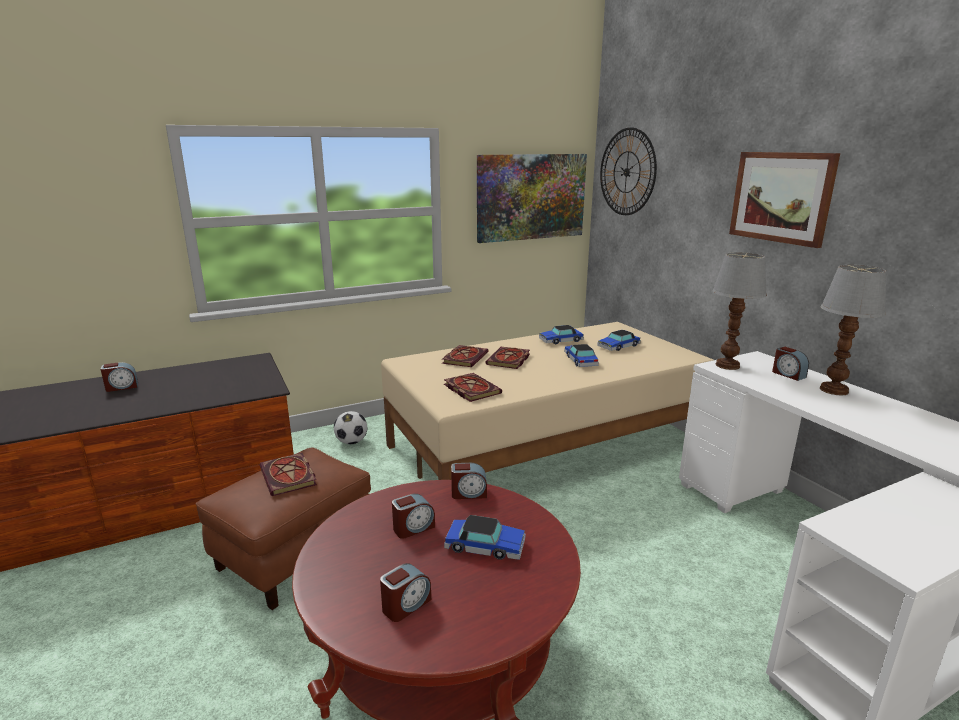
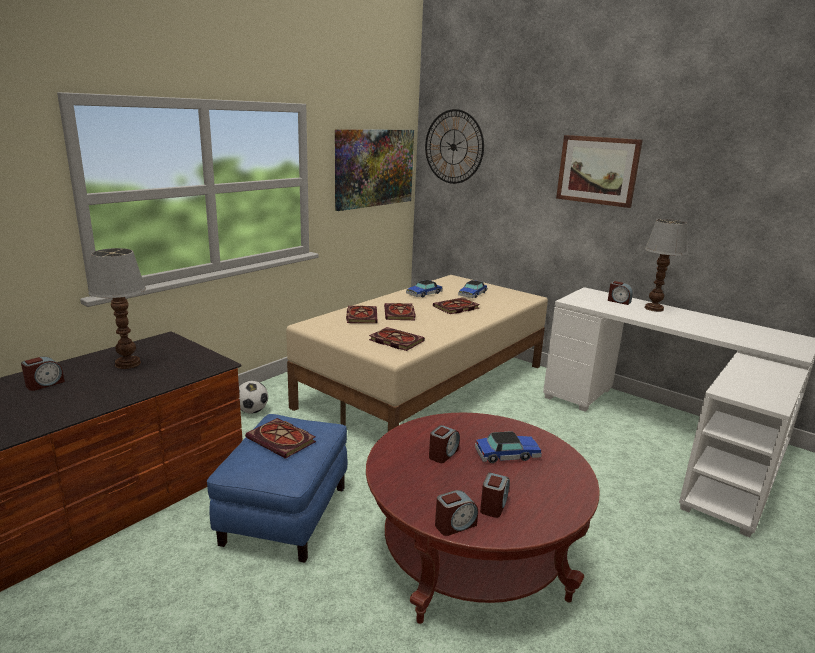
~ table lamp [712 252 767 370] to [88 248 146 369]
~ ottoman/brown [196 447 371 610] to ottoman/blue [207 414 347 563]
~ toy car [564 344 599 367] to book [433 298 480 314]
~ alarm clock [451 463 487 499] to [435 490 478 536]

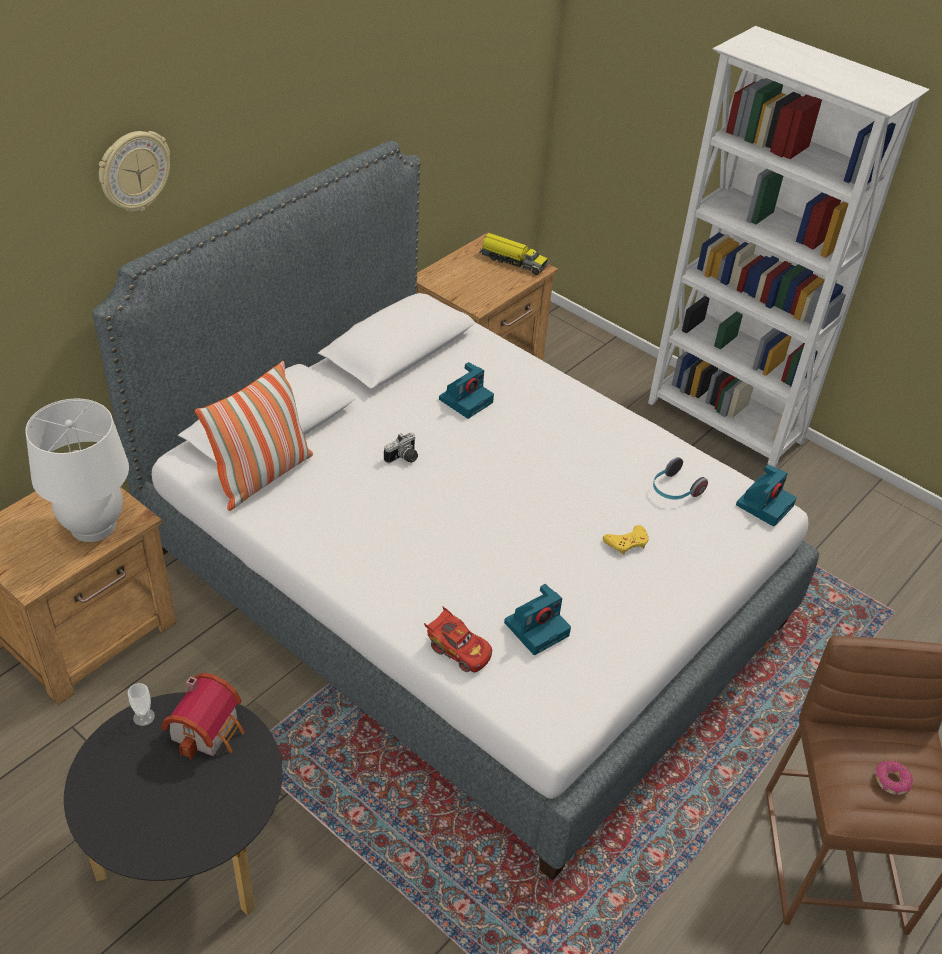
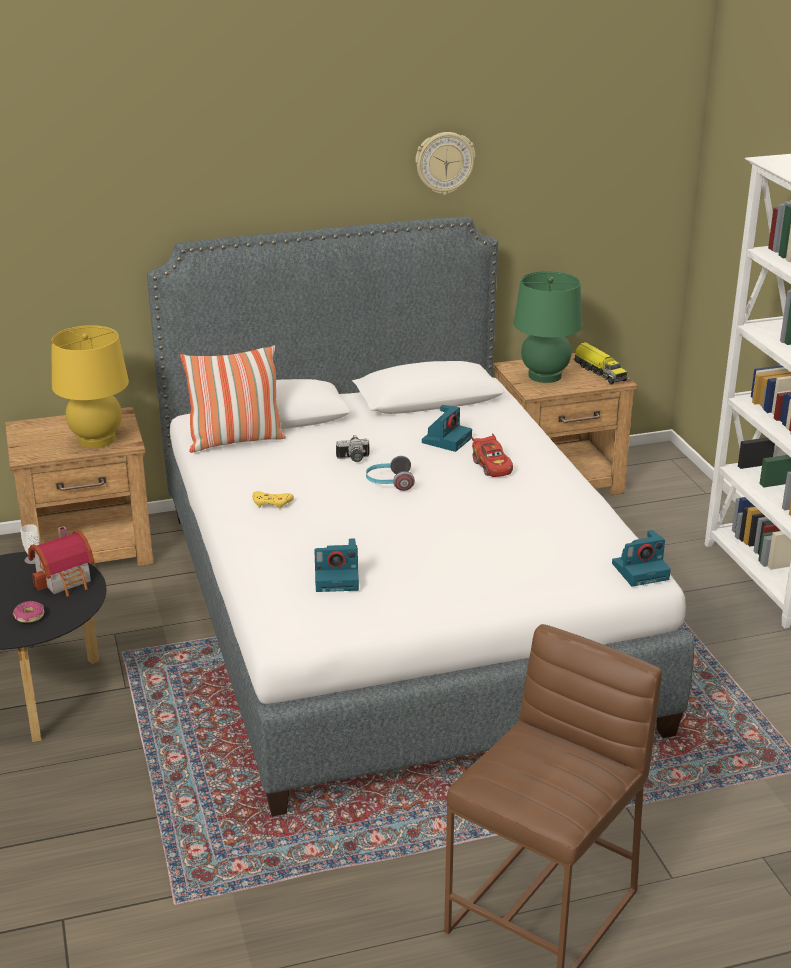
~ donut [875 761 913 795] to [13 601 44 623]
~ table lamp/white [25 399 129 542] to table lamp/yellow [51 325 129 448]
~ game controller/yellow [603 525 648 555] to [252 491 294 510]
~ headphones [653 457 708 500] to [366 456 415 491]
~ wall clock [99 131 170 212] to [415 132 475 195]
~ photo camera [439 362 494 419] = [422 405 472 452] 45 degrees counterclockwise
~ toy car/red [424 606 492 673] to [472 433 513 477]
+ table lamp/green [514 271 582 383]

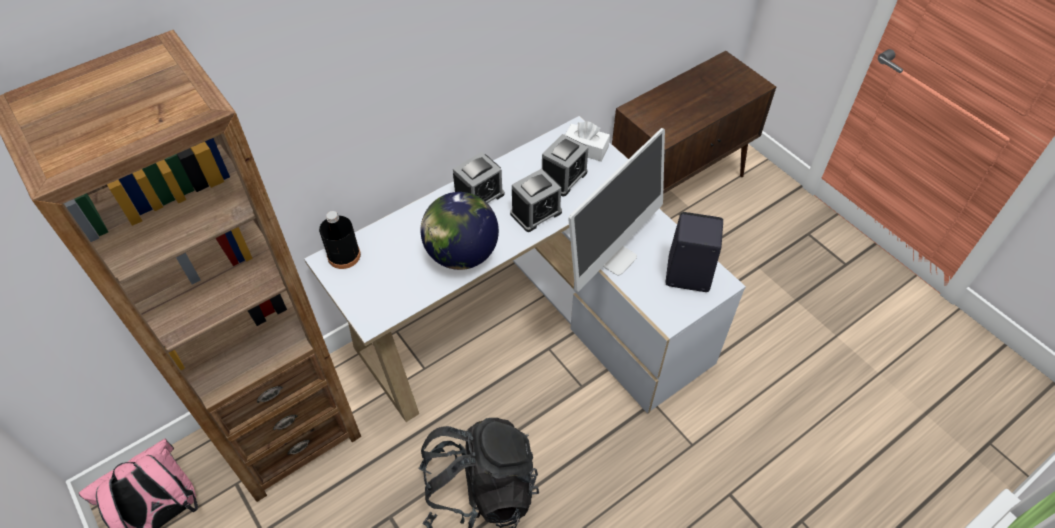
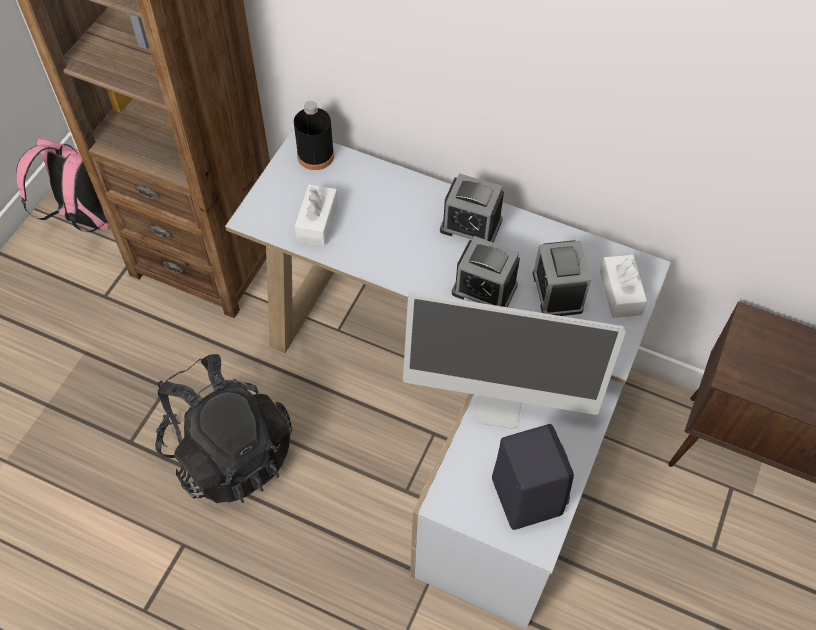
+ tissue box/white [295 184 338 246]
~ alarm clock [542 134 589 196] = [533 240 591 316] 75 degrees clockwise
- globe [421 192 499 270]

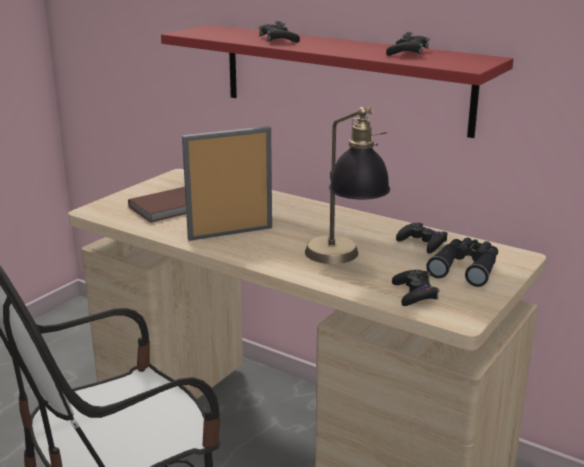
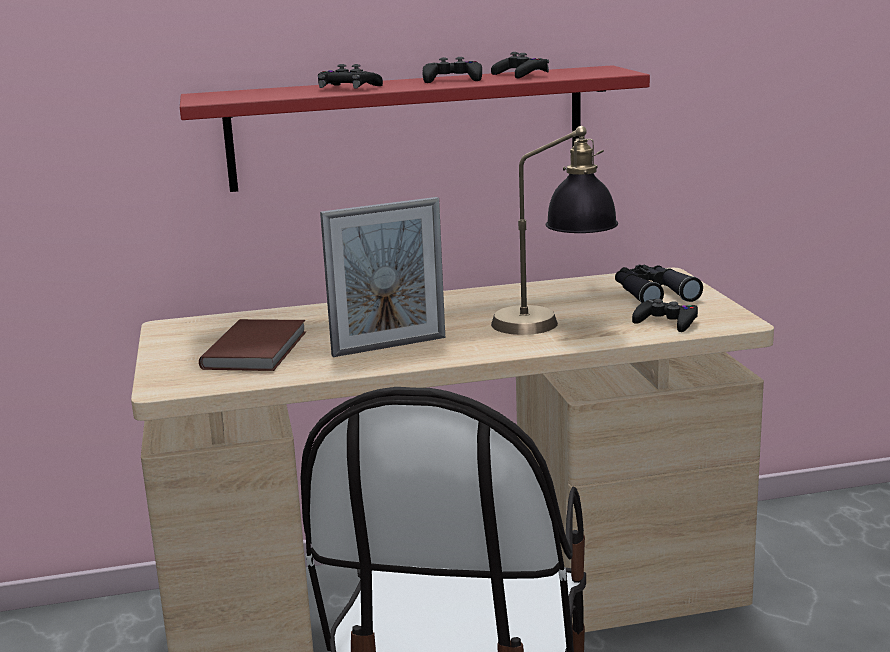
~ picture frame [182 126 272 241] = [320 197 445 357] 135 degrees counterclockwise
~ game controller/black [396 223 448 254] to [423 57 482 83]

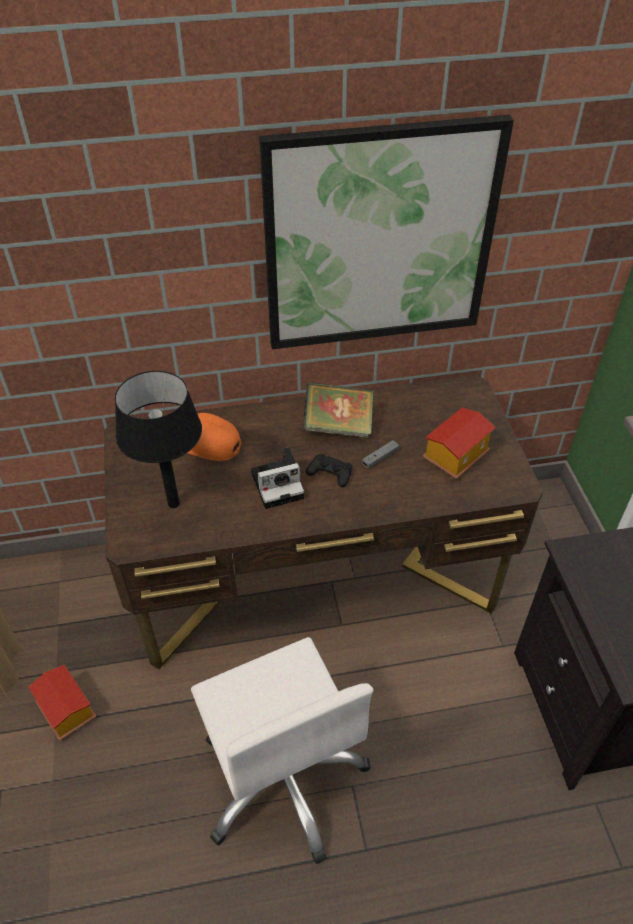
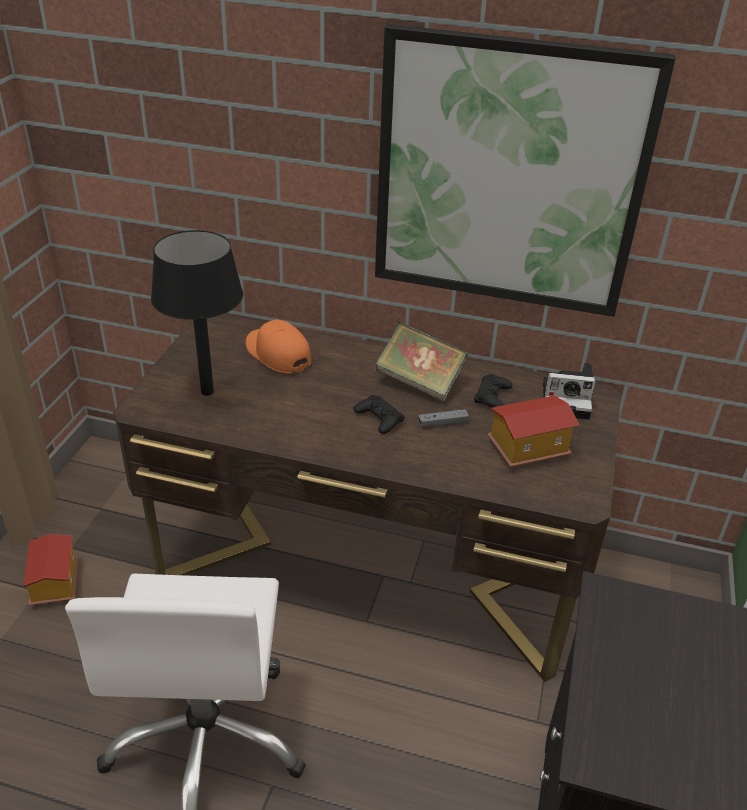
+ game controller/black [474 374 512 408]
~ photo camera [251 447 304 509] to [543 363 596 420]

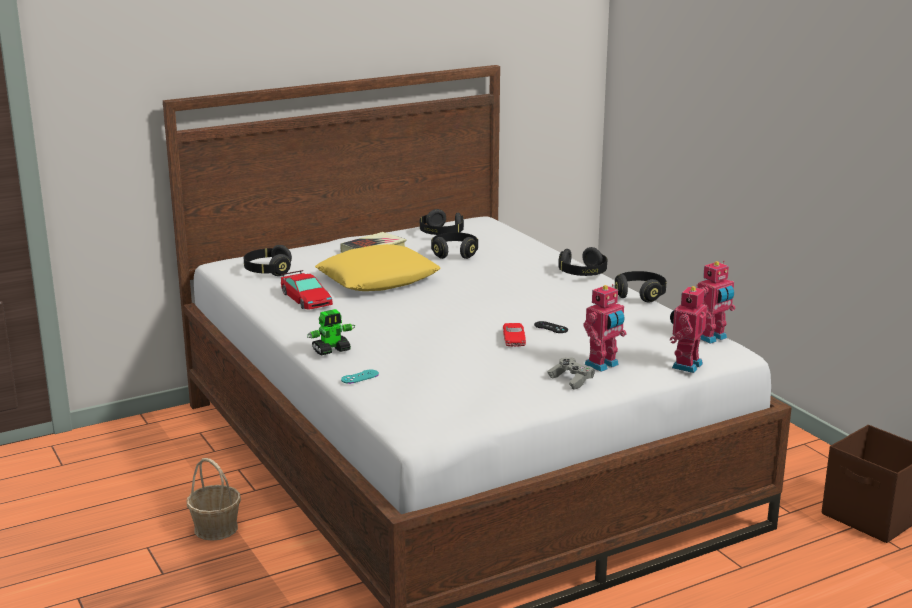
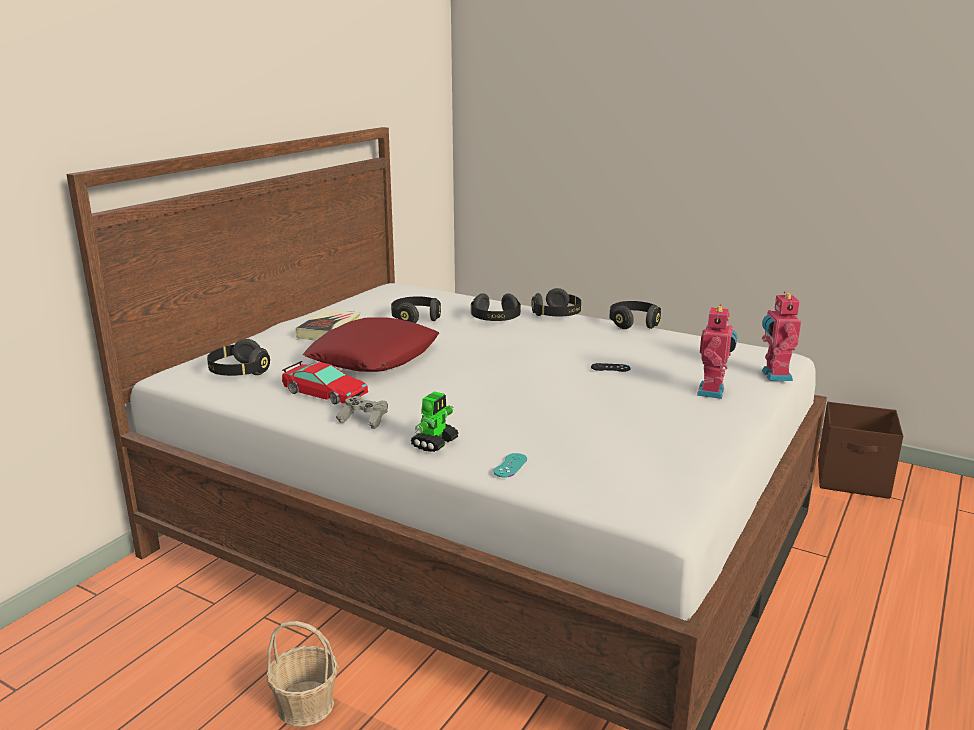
~ pillow/yellow [315 244 441 291] to pillow/red [303 317 439 372]
~ game controller/grey [547 358 595 390] to [336 396 388 429]
~ headphones/black [420 209 464 235] to [471 293 521 321]
- toy car/red [503 323 526 346]
- toy robot [698 261 735 344]

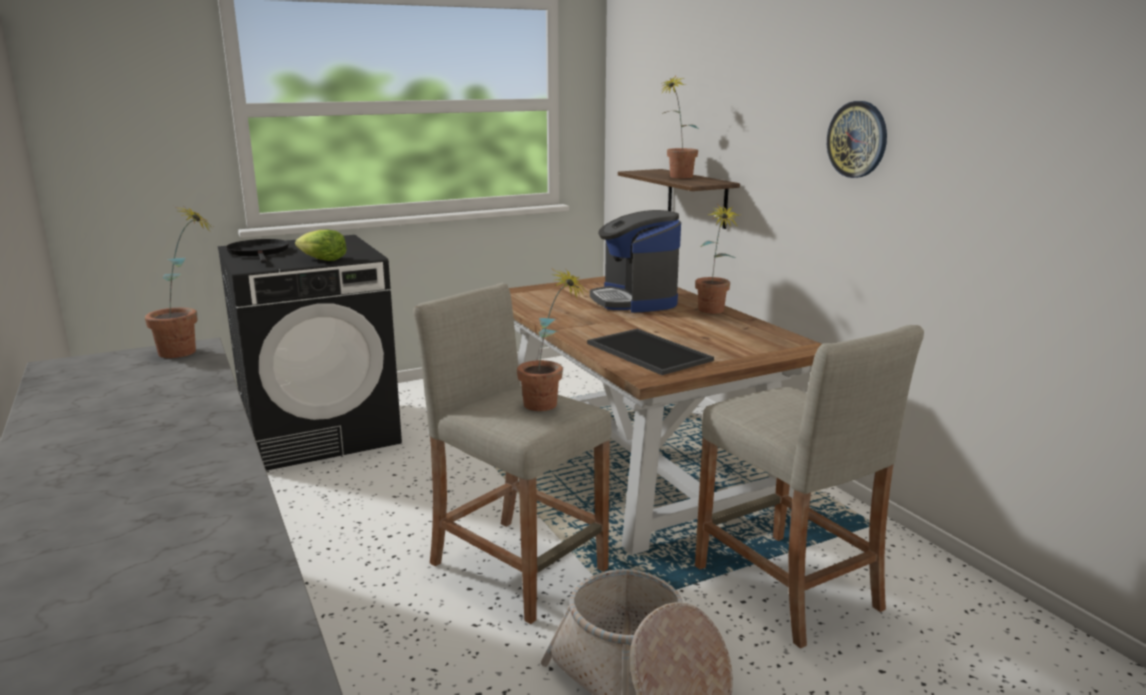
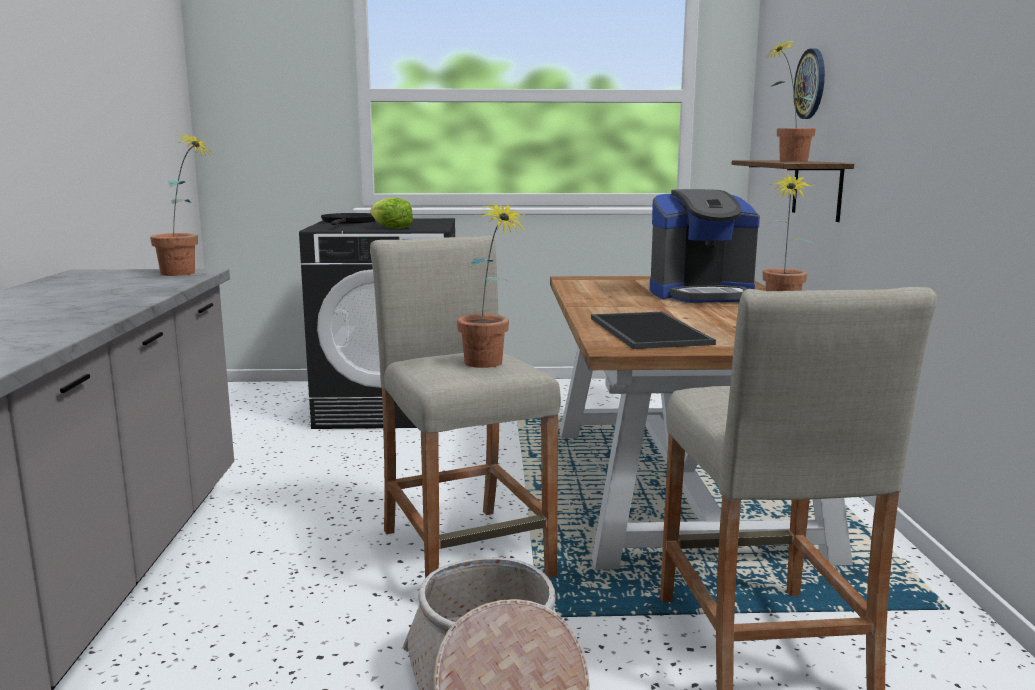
~ coffee machine [590 210 681 313] = [650 189 760 303] 105 degrees counterclockwise
~ wall clock [827 101 887 178] to [793 48 825 119]

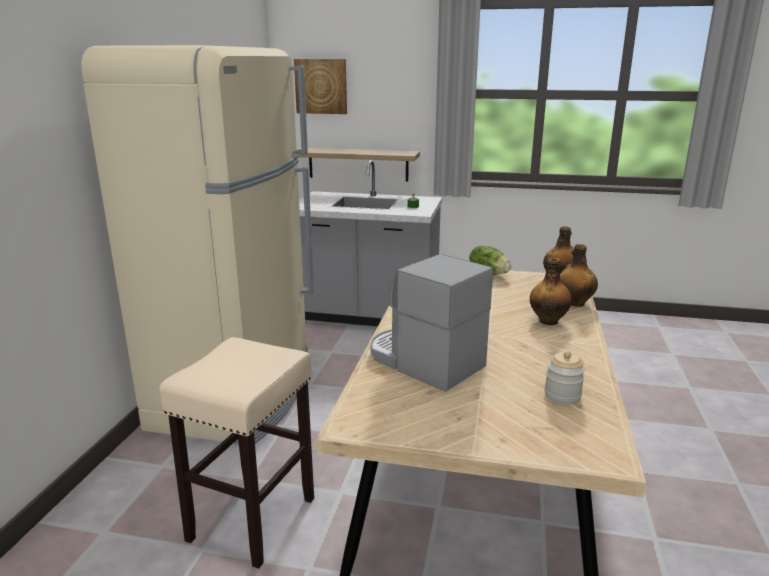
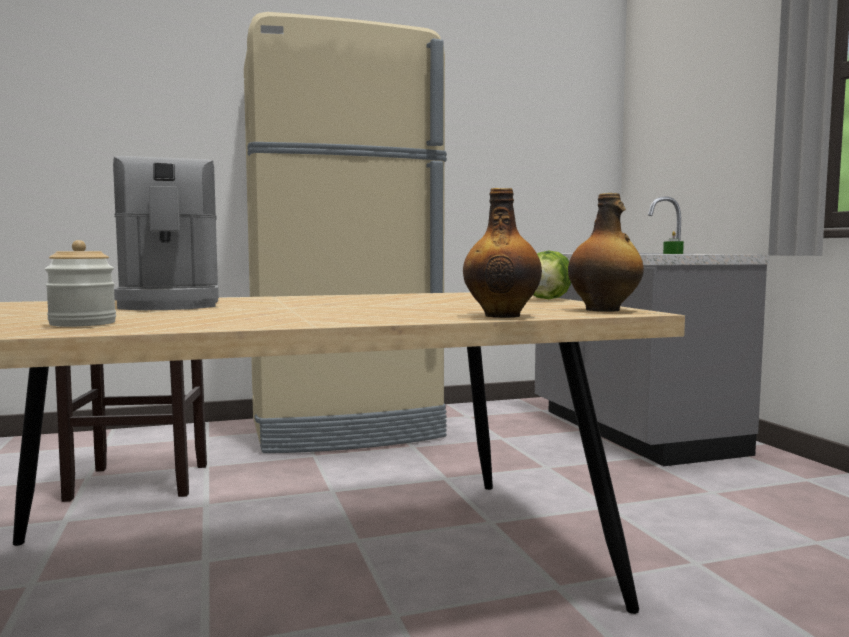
~ coffee machine [371 254 493 392] = [113 156 219 310] 150 degrees clockwise
- picture [294 59 347 114]
- shelf [296 148 420 182]
- bottle [530 258 572 325]

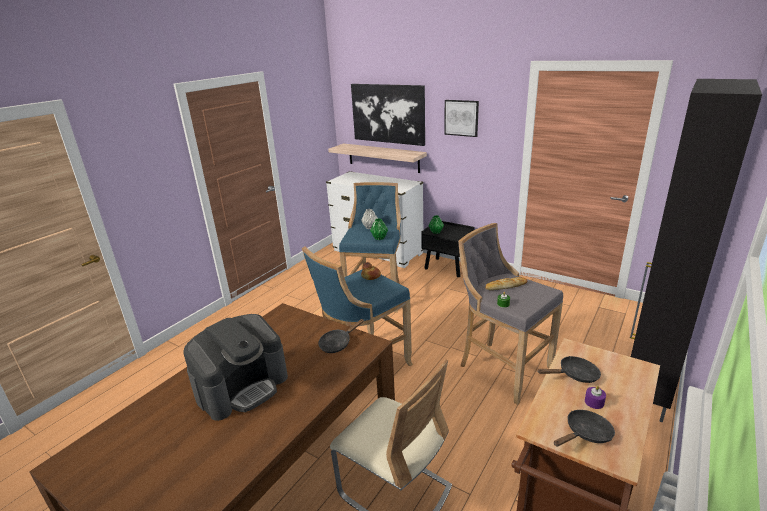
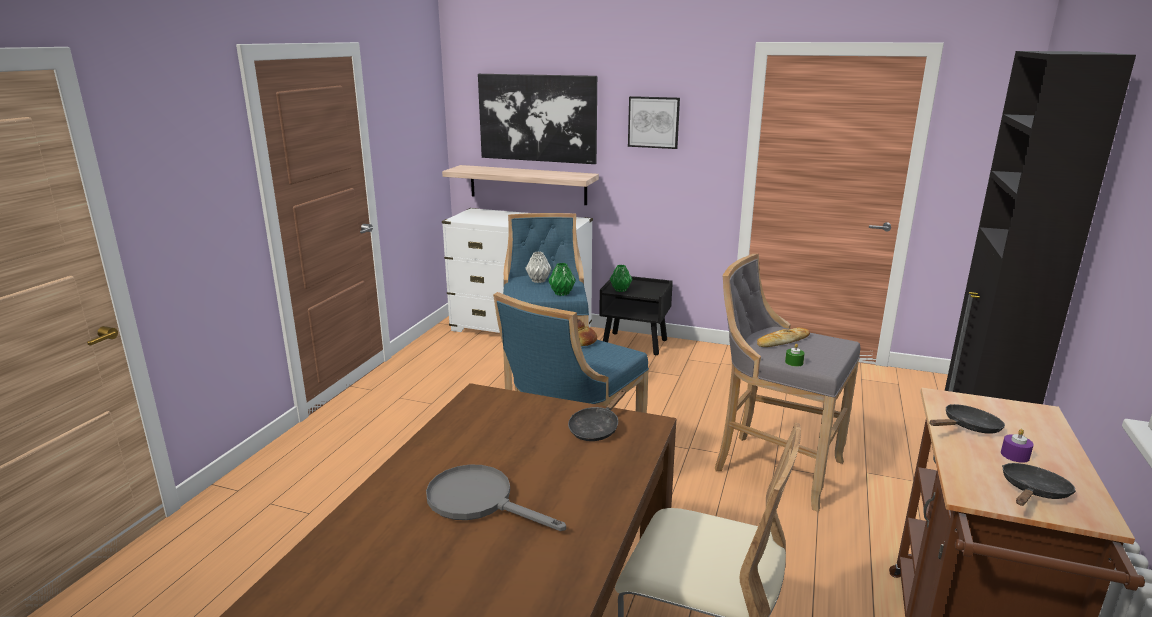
~ coffee machine [183 314 288 421] to frying pan/grey [426 464 566 531]

